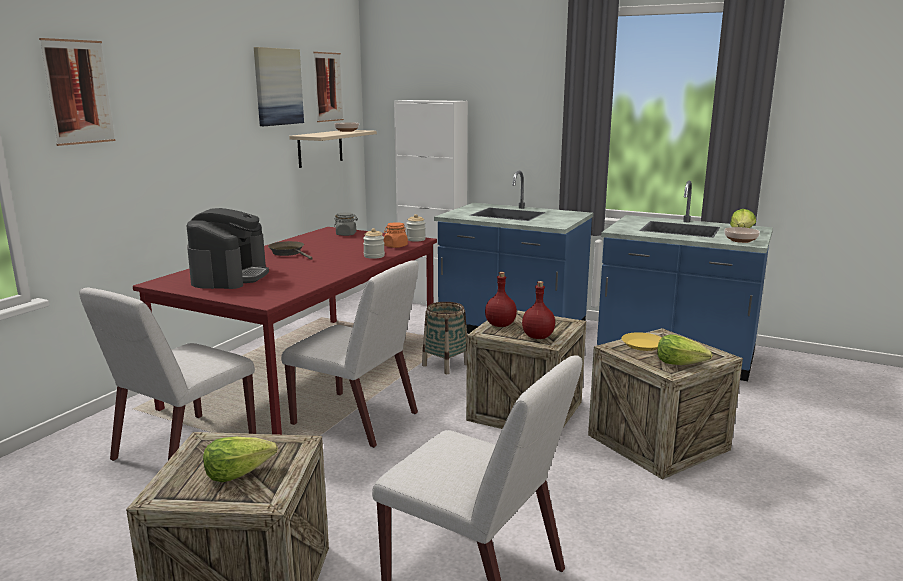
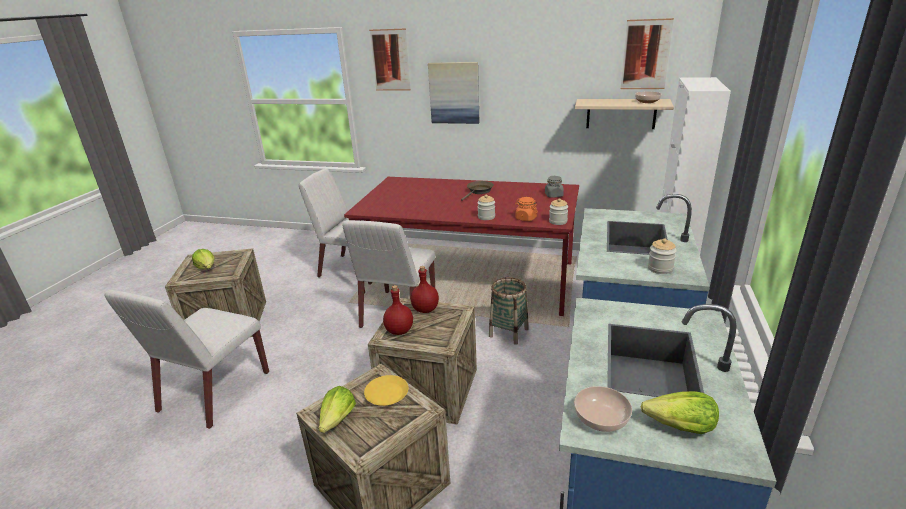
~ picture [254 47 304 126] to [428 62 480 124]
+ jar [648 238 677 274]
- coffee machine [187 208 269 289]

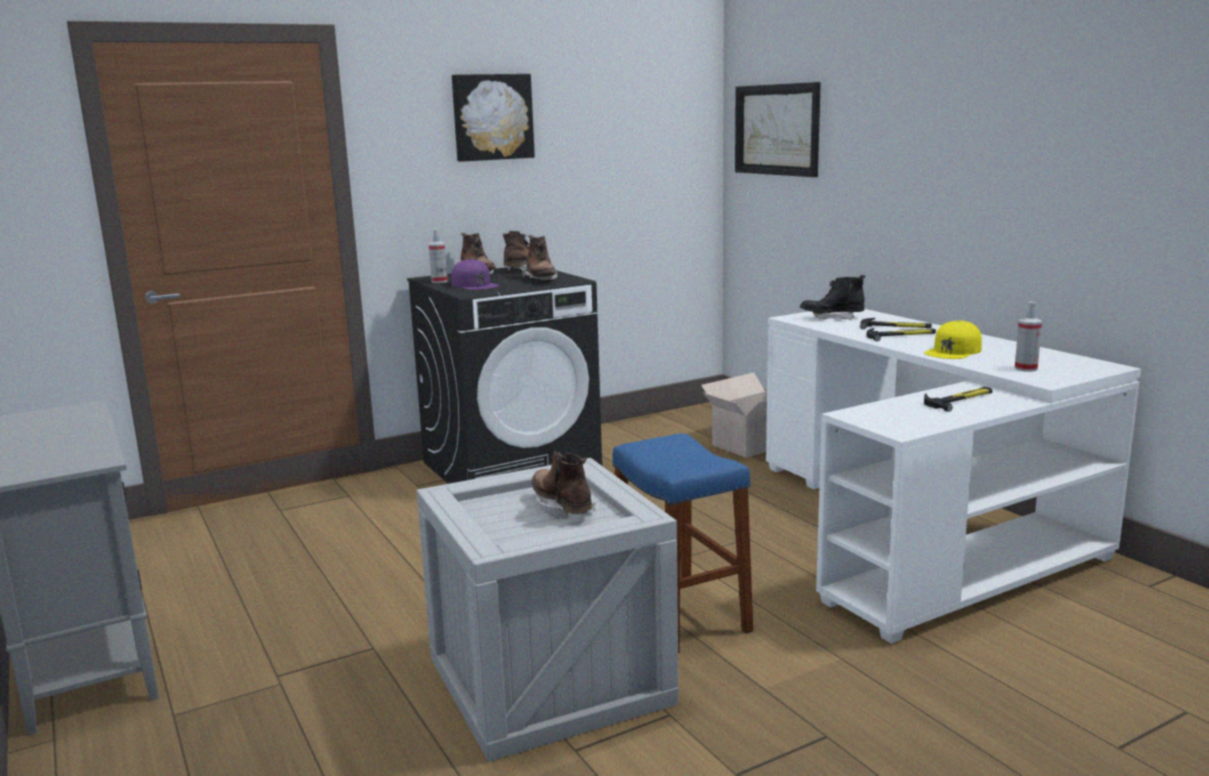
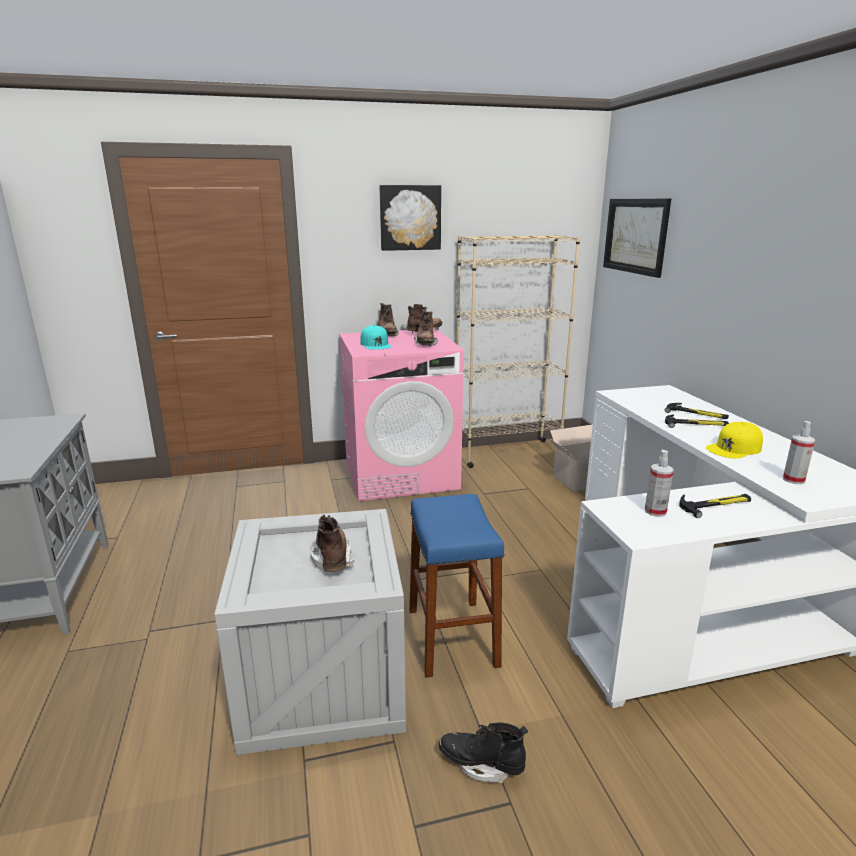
~ washing machine/black [407 267 602 484] to washing machine/pink [339 329 464 501]
~ cap/purple [451 259 499 290] to cap/turquoise [360 325 392 350]
~ boot/black [800 275 866 320] to [439 723 528 783]
+ bookcase/beige [456 234 580 468]
~ spray bottle [429 229 447 283] to [645 450 674 517]

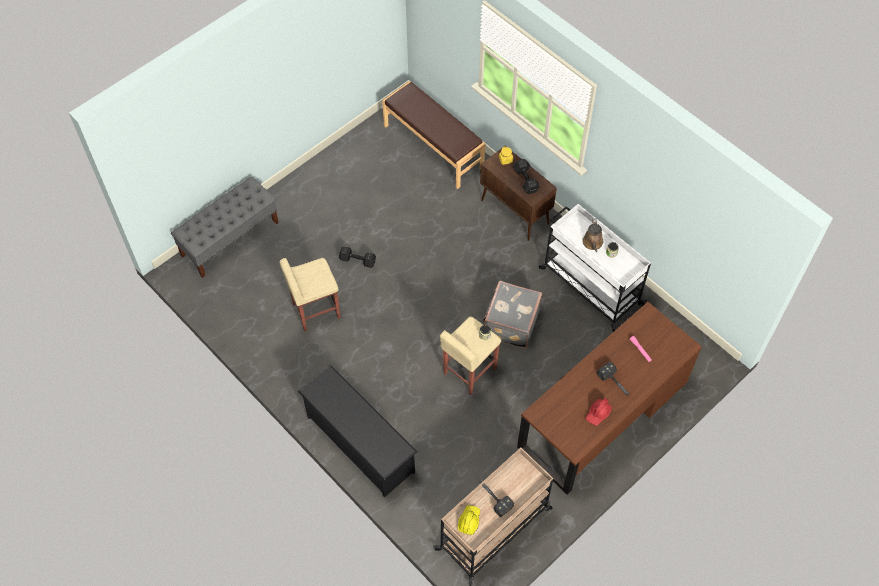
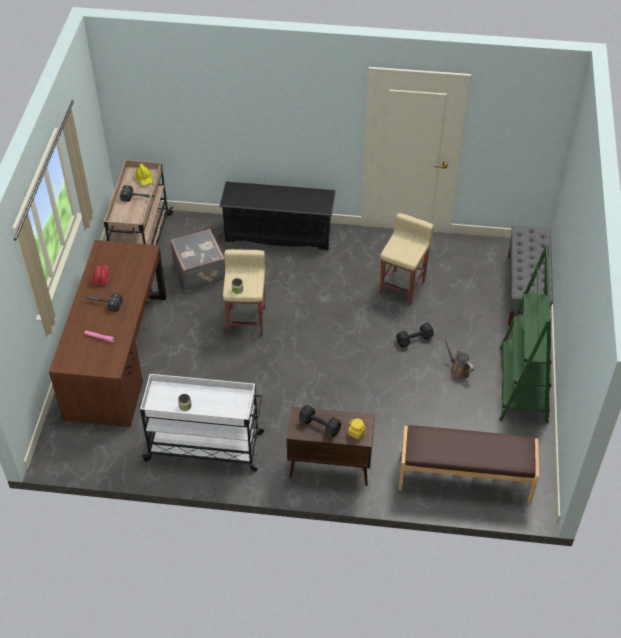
~ suitcase/grey [483 281 542 348] to [170 229 225 292]
~ watering can/brown [582 218 603 252] to [443 336 474 379]
+ bookcase/green [499 245 552 423]

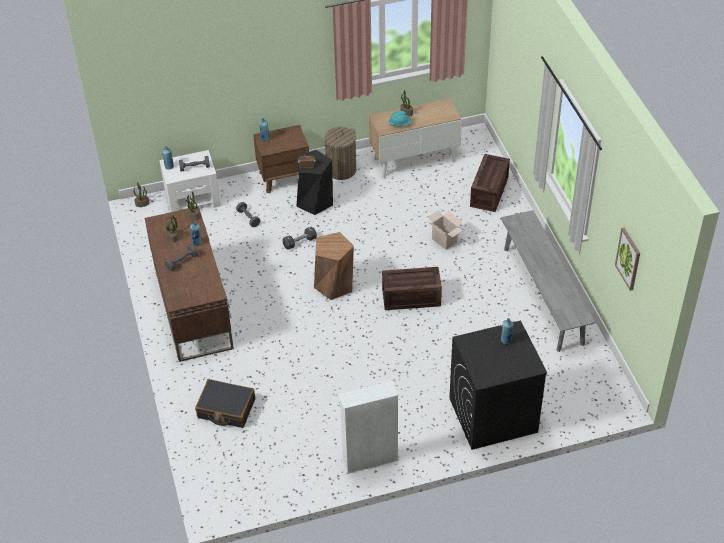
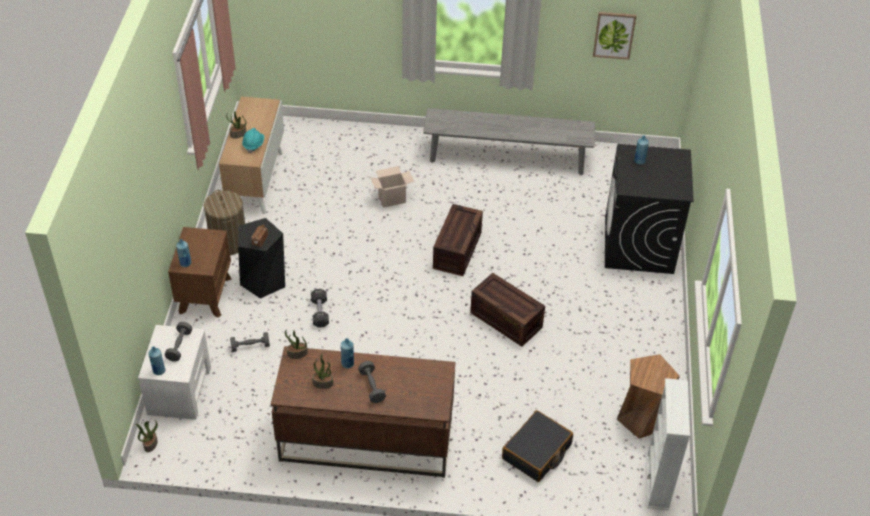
~ crate [470 154 510 212] to [470 273 545 347]
~ stool/brown [314 232 354 300] to [617 354 680 439]
~ bookcase/white [338 381 399 474] to [646 378 690 510]

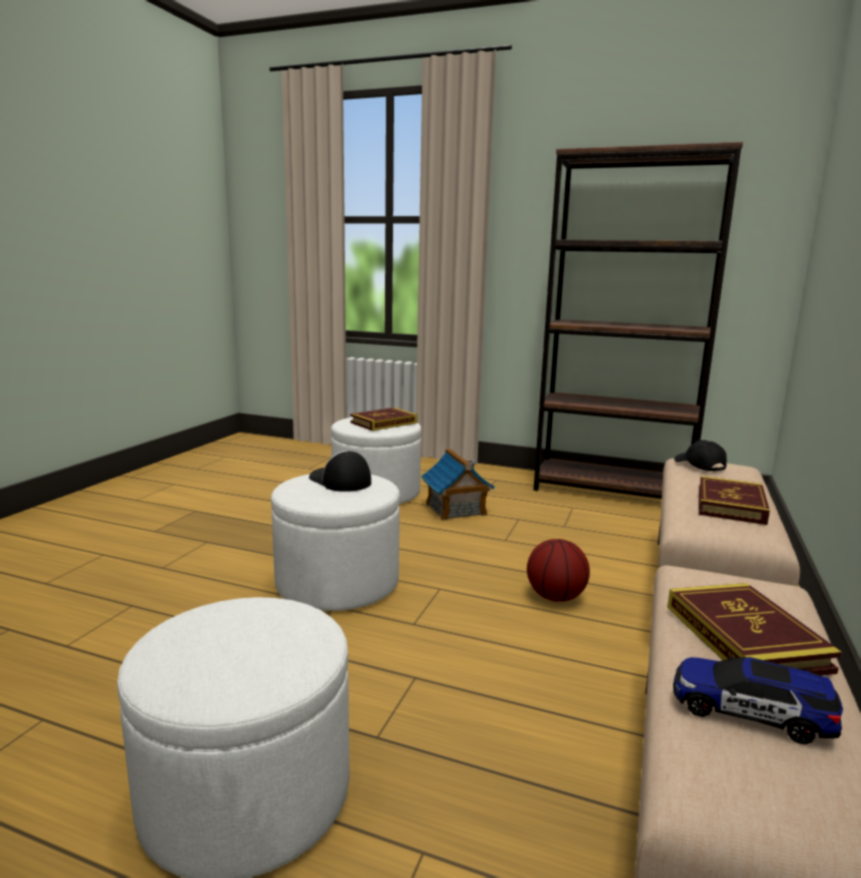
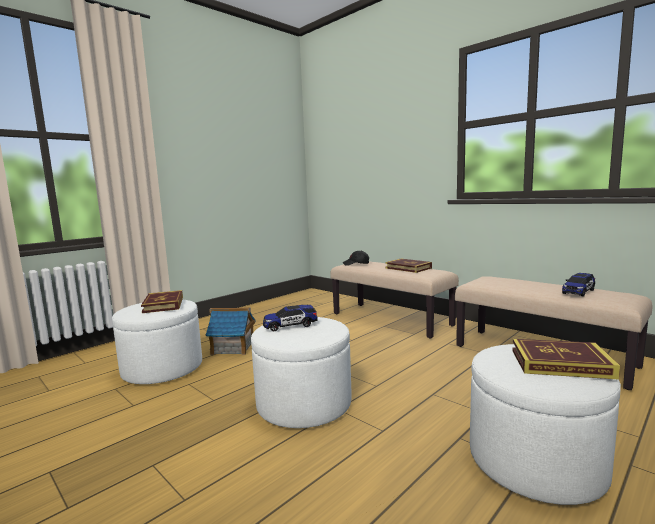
~ cap [309 451 371 492] to toy car [263 305 318 332]
~ book [667 583 842 676] to [512 339 620 380]
- basketball [527 539 590 602]
- bookcase/brown [534 142 743 499]

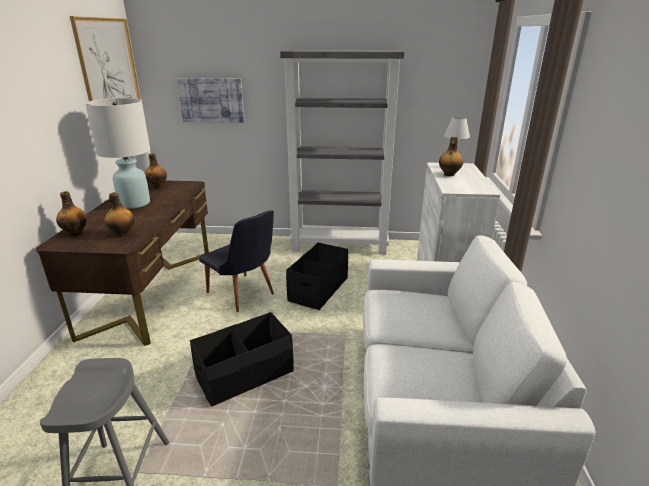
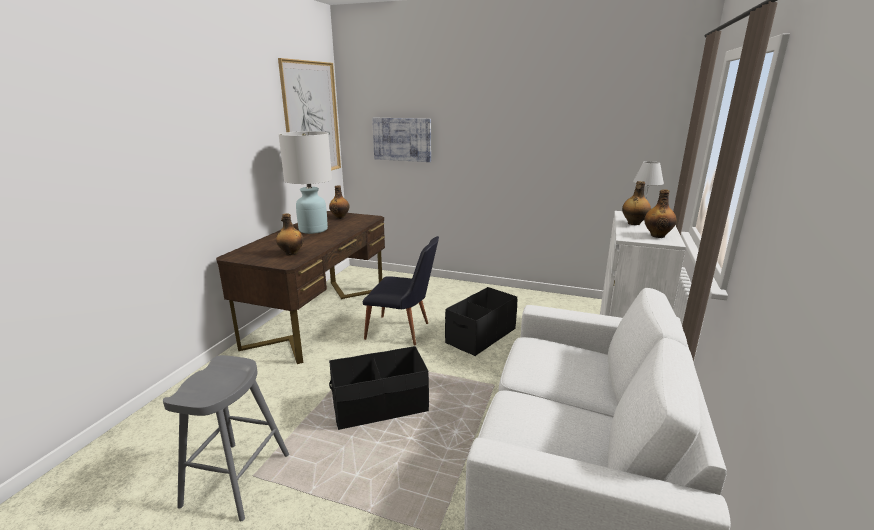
~ chair/black [199 210 274 312] = [363 236 439 346] 45 degrees counterclockwise
~ bottle [56 191 87 236] to [644 189 677 238]
- bookcase/grey [280 49 404 255]

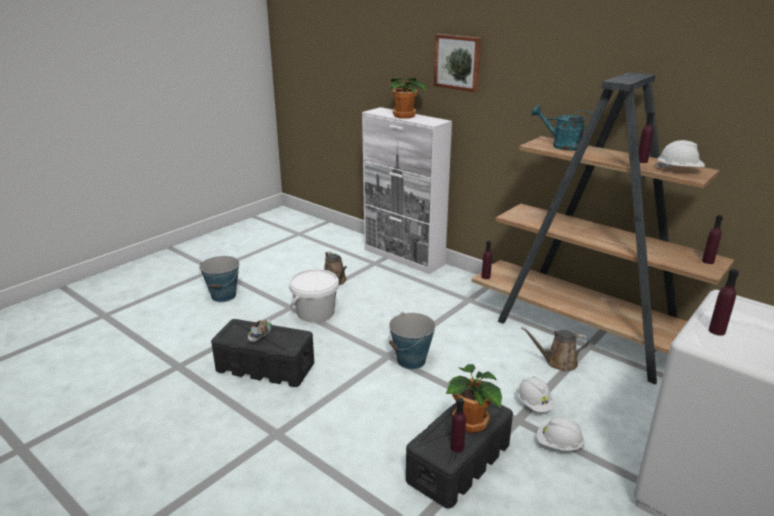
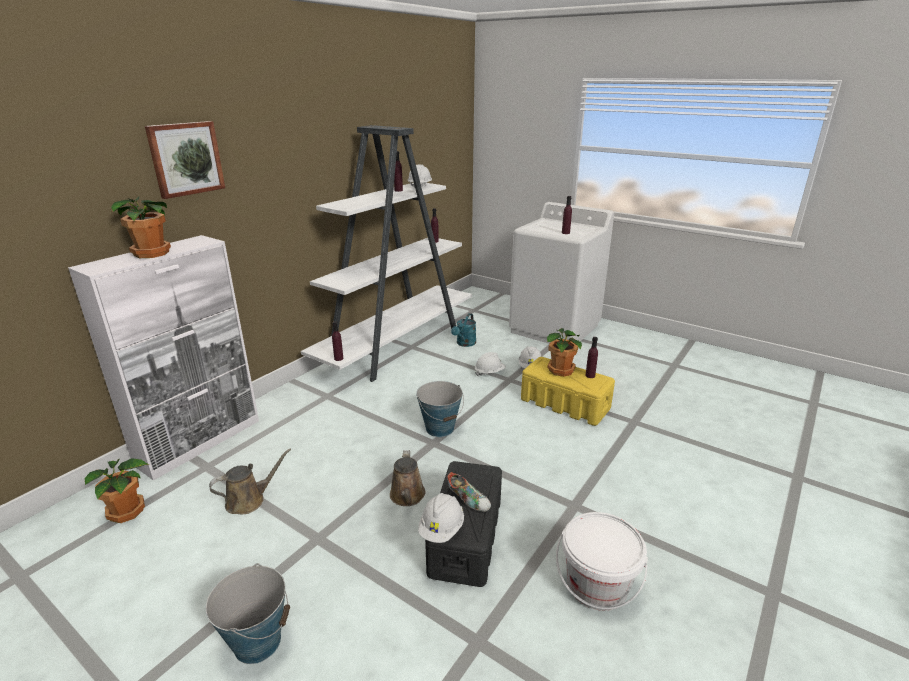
+ potted plant [85 458 149 523]
~ bookcase/brown [471 72 734 385] to bookcase/white [301 125 472 382]
~ watering can/brown [521 327 589 371] to [390 450 425 506]
+ hard hat/white [418 493 464 543]
~ shoe [248 319 272 342] = [447 472 491 512] 150 degrees counterclockwise
~ watering can/turquoise [531 105 592 151] to [451 313 476 347]
~ storage box/black [406 401 513 508] to storage box/yellow [521 357 615 426]
~ bucket/white [289 269 339 323] to [556 512 648 611]

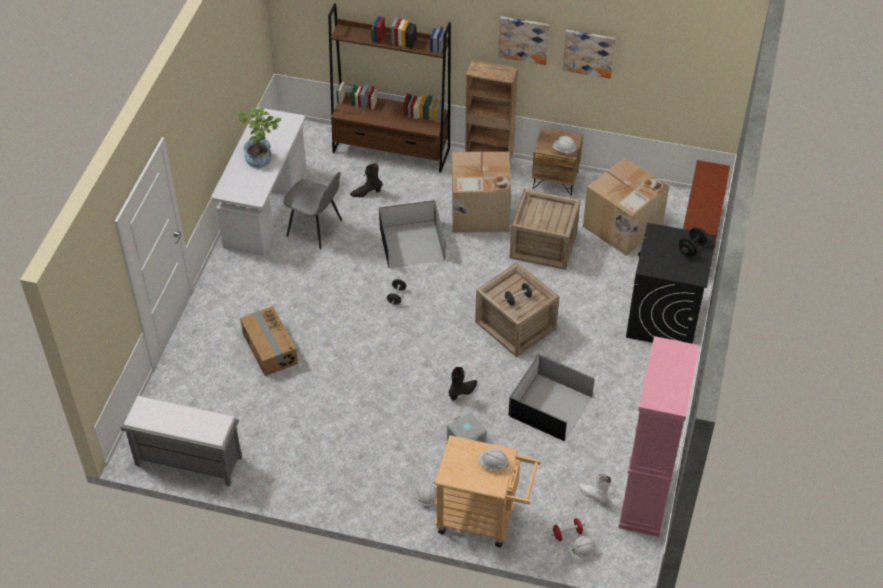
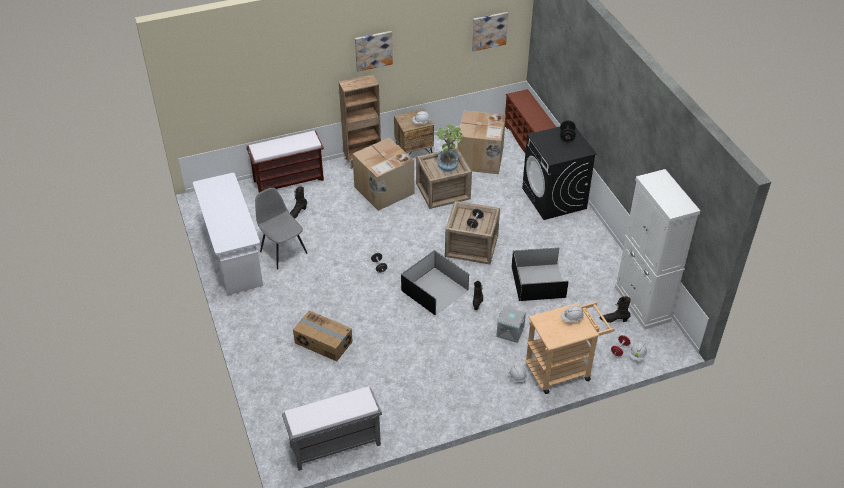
~ bookcase/brown [328 3 451 172] to bench/brown [246 130 324 193]
~ chair/grey [284 171 342 249] = [255 187 308 269] 120 degrees counterclockwise
~ storage box/black [379 200 445 268] to [401 250 469 315]
~ potted plant [236 108 281 168] to [434 124 464 173]
~ picture [562 30 616 78] to [472 12 508 51]
~ boot/white [579 474 611 507] to boot/black [600 297 631 323]
~ cabinet/pink [618 336 699 537] to cabinet/white [615 169 700 330]

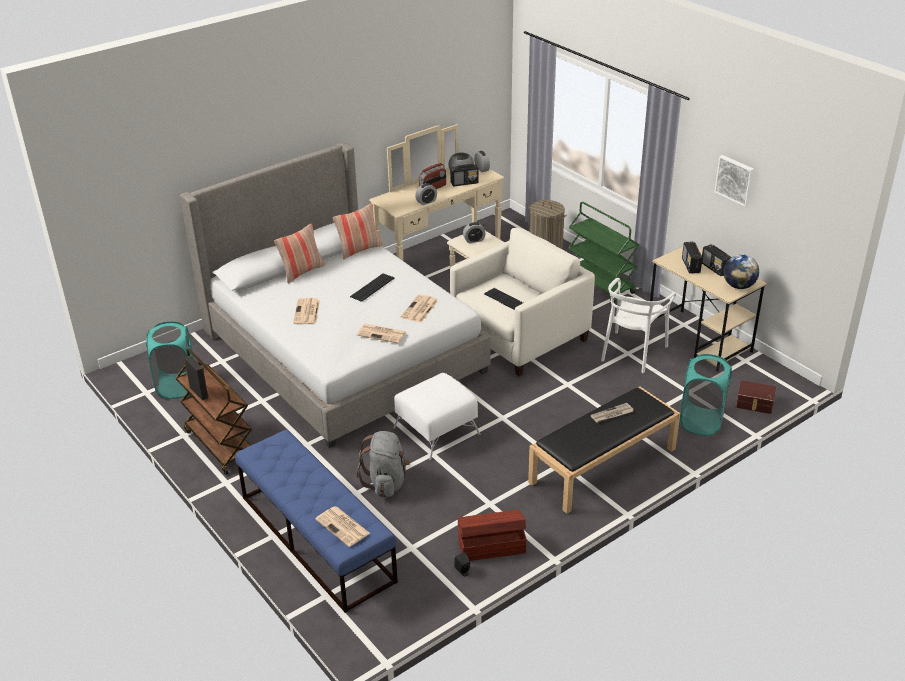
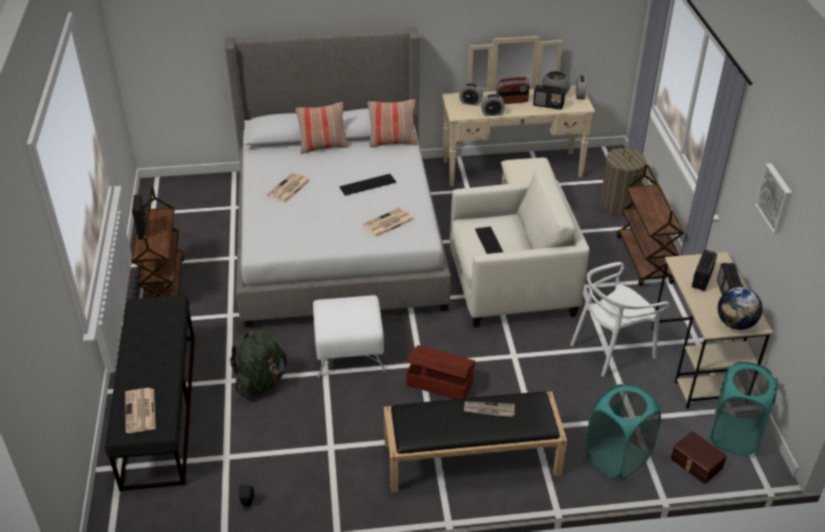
~ bench/blue [235 430 398 613] to bench/black [105 295 195 491]
~ backpack/grey [357 431 410 498] to backpack/green [230 331 287 398]
~ storage box/brown [457 510 527 561] to [406 345 475 399]
~ alarm clock [463 222 486 243] to [459 83 483 106]
~ cart/green [568 202 639 303] to cart/brown [617 164 684 286]
~ laundry basket/turquoise [146 321 194 399] to [710 362 777 456]
- newspaper [357 324 406 343]

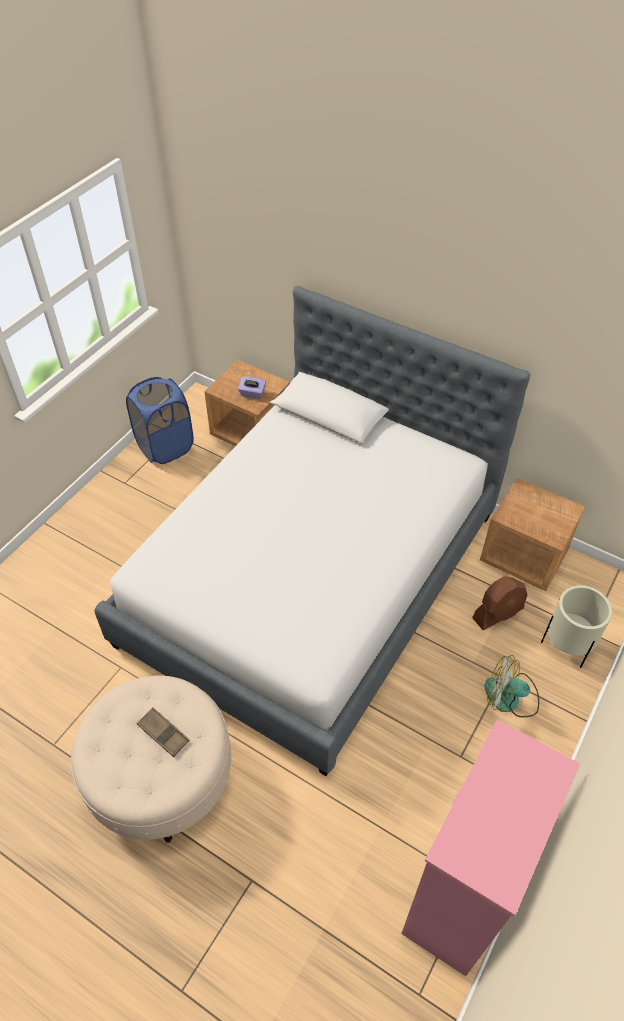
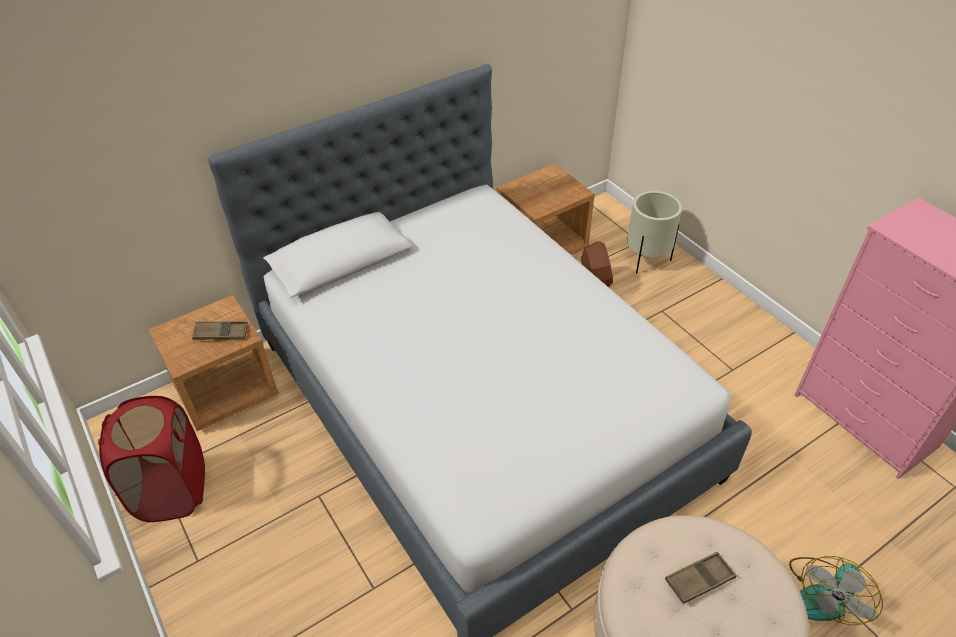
~ laundry basket/blue [126 377 194 464] to laundry basket/red [98 396 205 522]
~ tissue box/purple [238 376 266 399] to tray/brown [192 321 248 340]
~ fan [484 655 539 717] to [789 556 883 625]

